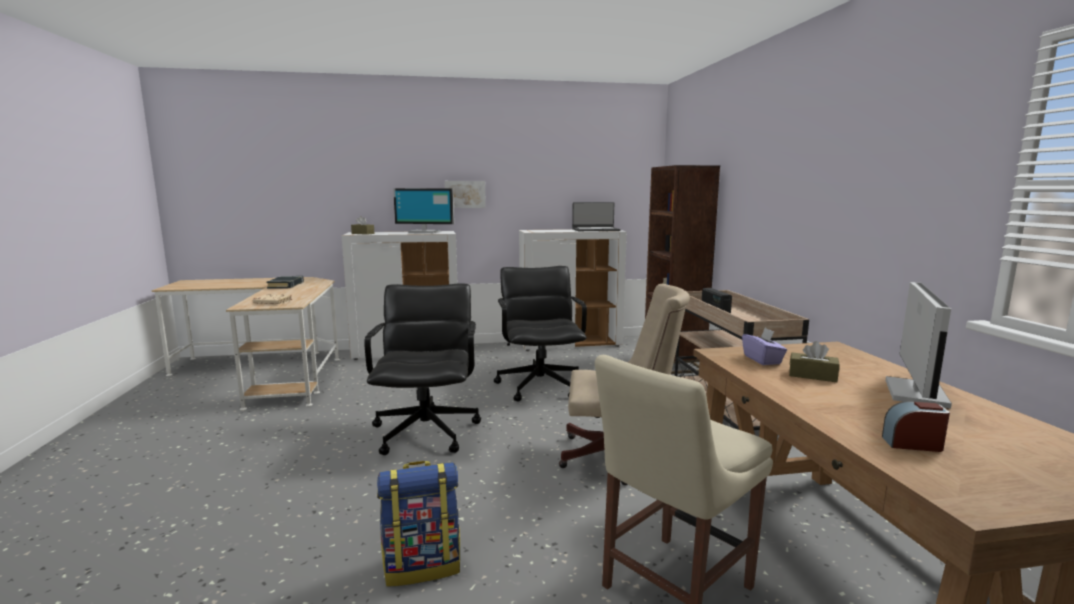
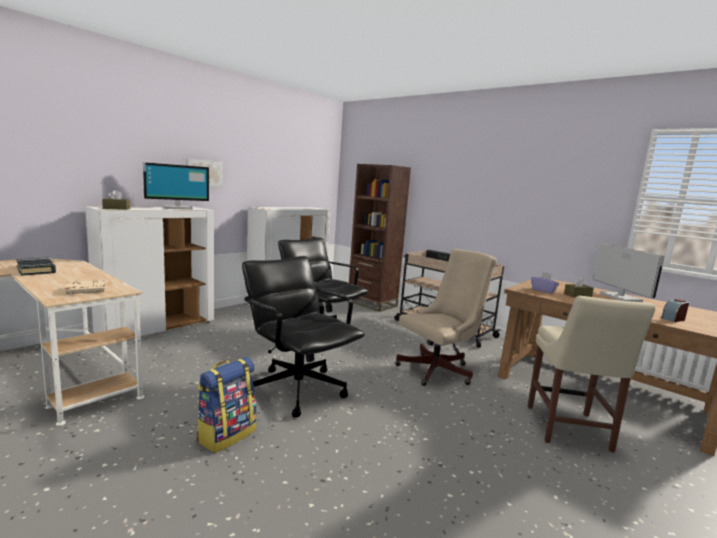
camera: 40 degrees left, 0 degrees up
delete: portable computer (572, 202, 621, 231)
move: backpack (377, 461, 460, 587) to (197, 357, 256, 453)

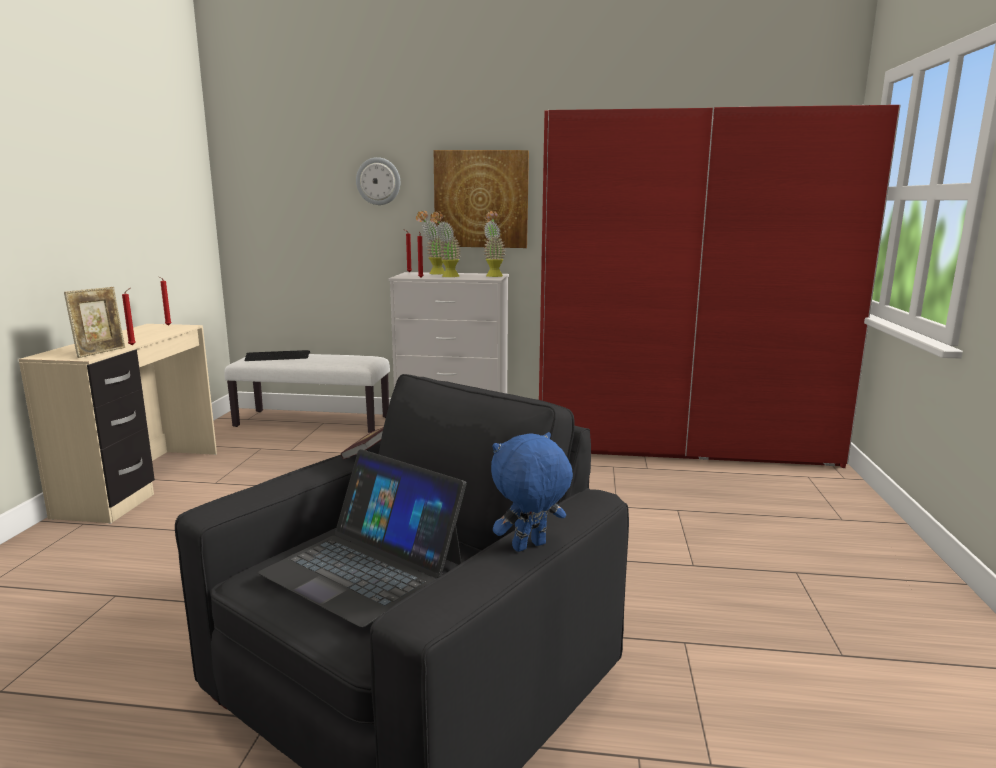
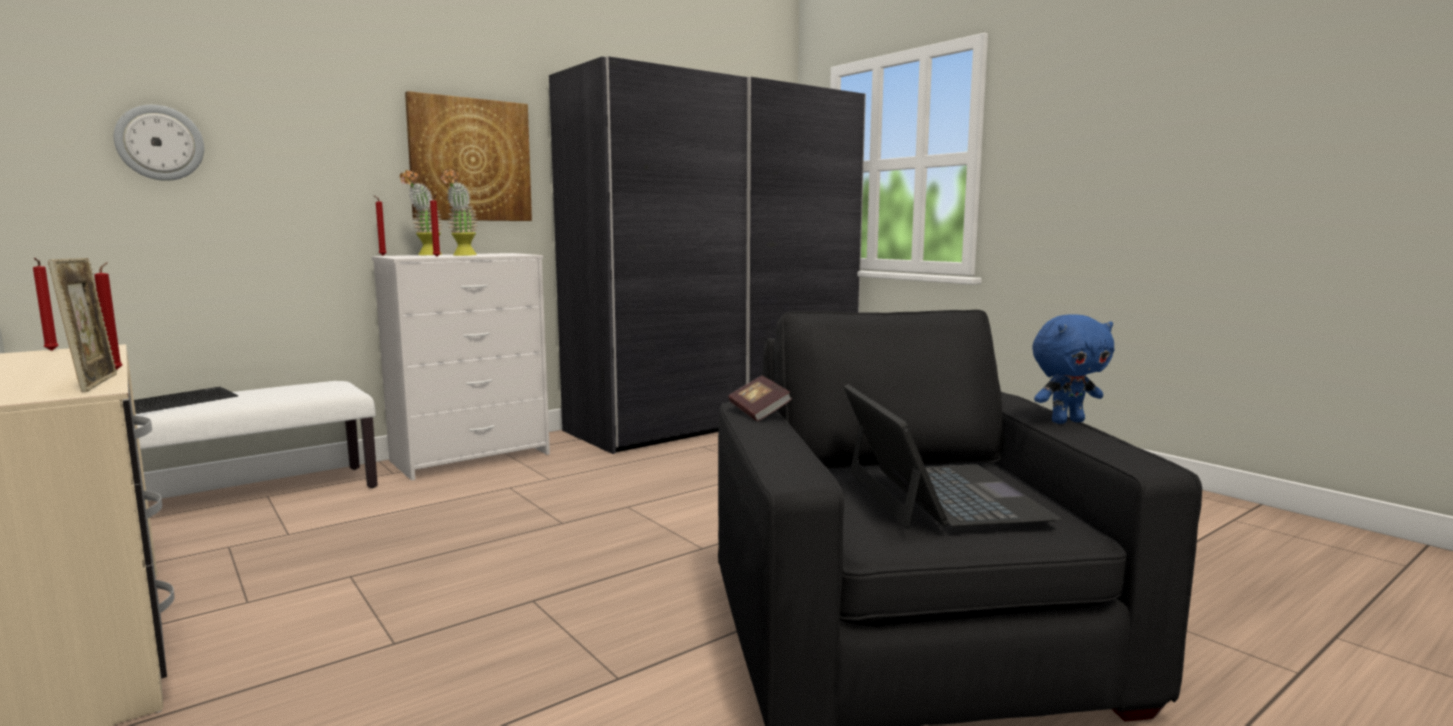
camera: 45 degrees left, 5 degrees down
delete: houseplant (484, 211, 505, 277)
move: hanging clock (356, 157, 400, 205) to (114, 105, 204, 181)
recolor: armoire (red-coloured) (539, 105, 901, 468) to armoire (grey) (549, 56, 866, 454)
rotate: portable computer (258, 449, 466, 628) = (844, 384, 1061, 529) 90 degrees counterclockwise; cuddly toy (bluish) (491, 432, 573, 552) = (1032, 314, 1114, 424) 120 degrees counterclockwise

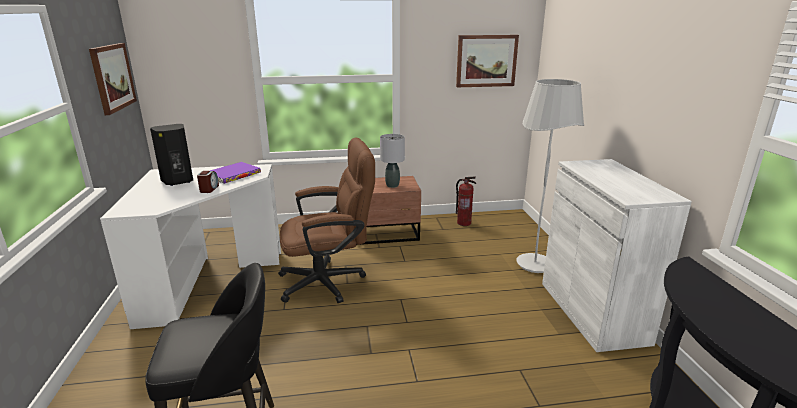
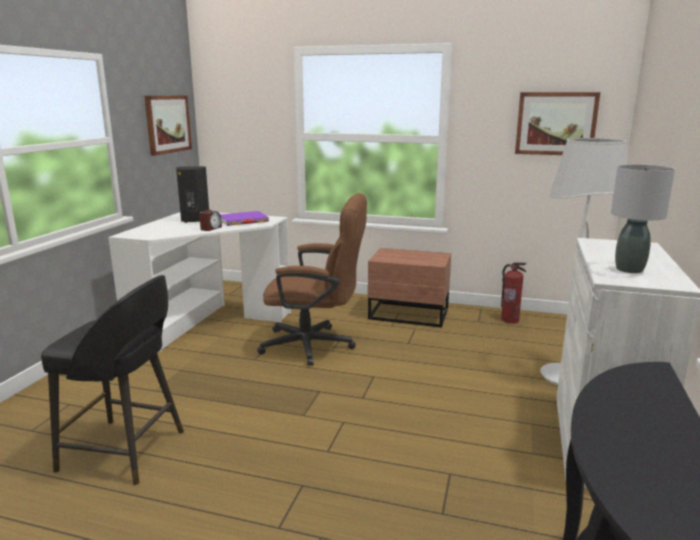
camera: 25 degrees right, 5 degrees down
move: lamp for a table (grey) (380, 134, 405, 188) to (611, 164, 675, 273)

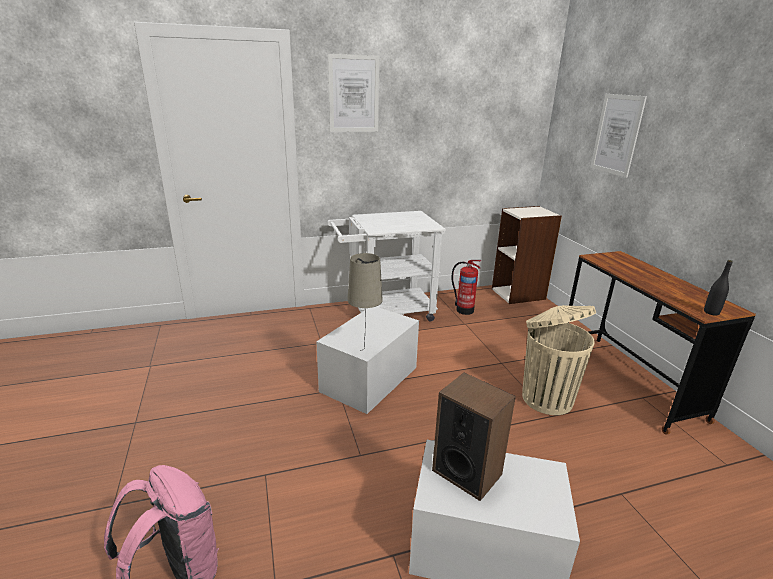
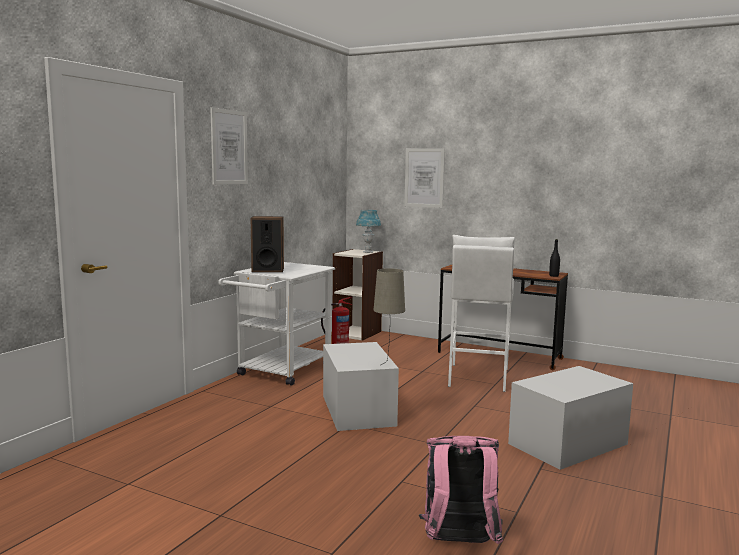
camera: 45 degrees left, 15 degrees down
insert: lamp for a table (bluish) (356, 210, 381, 253)
move: speaker (432, 373, 516, 501) to (251, 216, 284, 272)
replace: waste bin (sand-coloured) (522, 305, 596, 415) to stool (white) (448, 235, 515, 392)

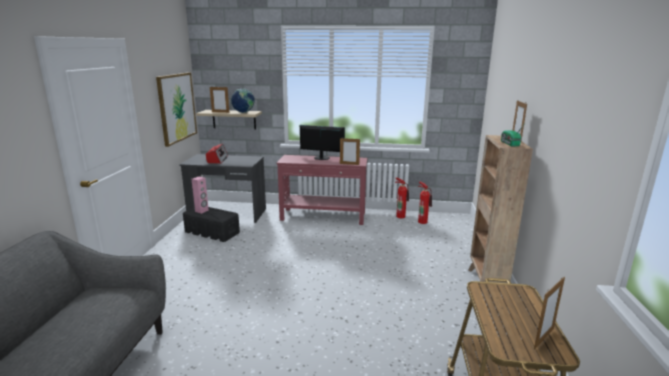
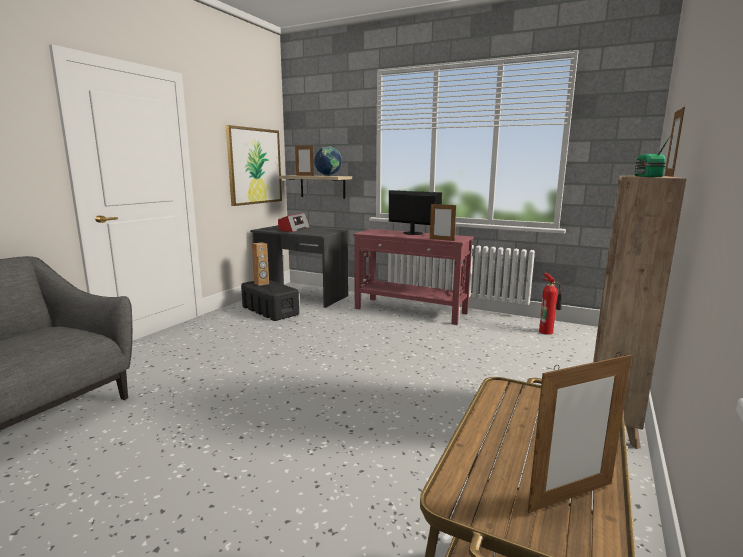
camera: 20 degrees right, 5 degrees down
delete: fire-fighting cylinder (395, 178, 409, 218)
recolor: speaker (pinkish) (192, 177, 209, 214) to speaker (brown-coloured) (252, 242, 269, 286)

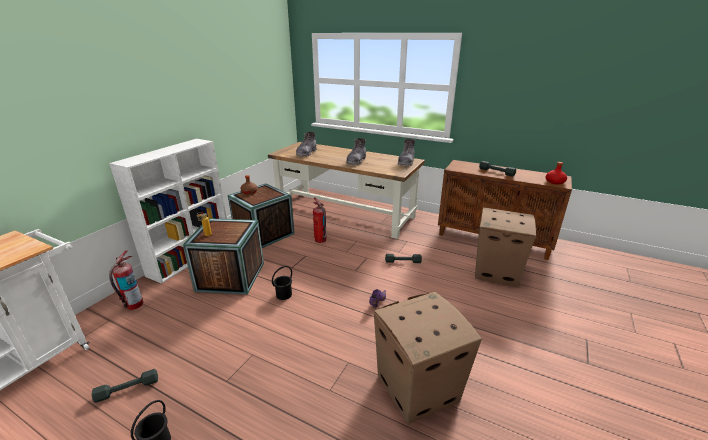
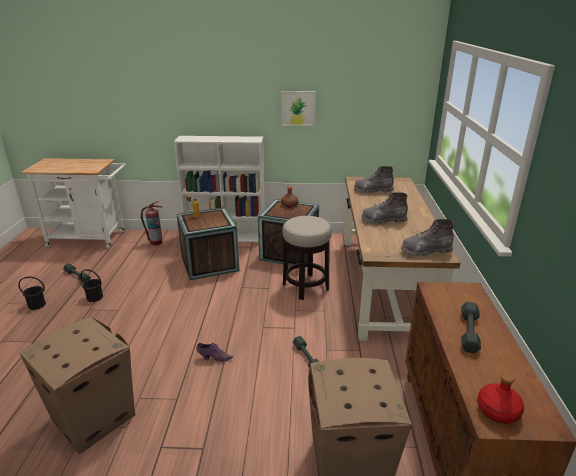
camera: 65 degrees right, 0 degrees up
insert: wall picture (281, 91, 316, 126)
move: bucket (blackish) (272, 266, 292, 300) to (80, 269, 103, 302)
replace: fire-fighting cylinder (313, 198, 326, 243) to stool (282, 216, 332, 300)

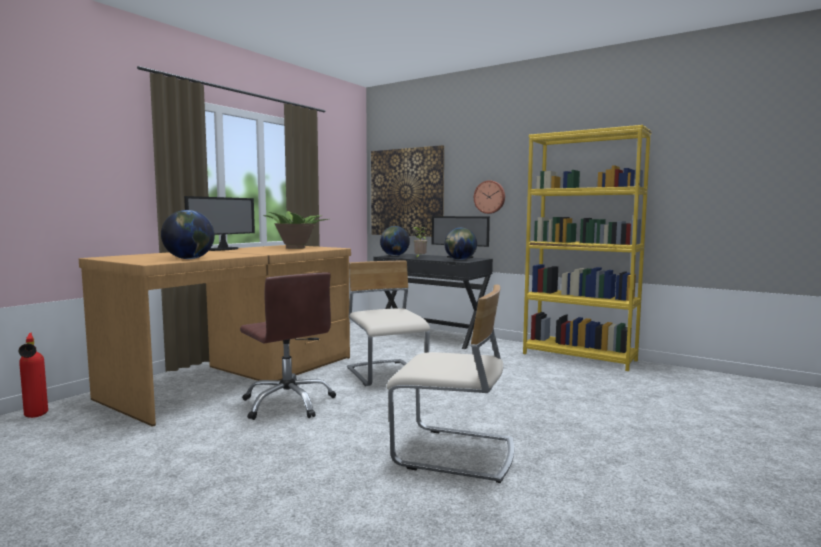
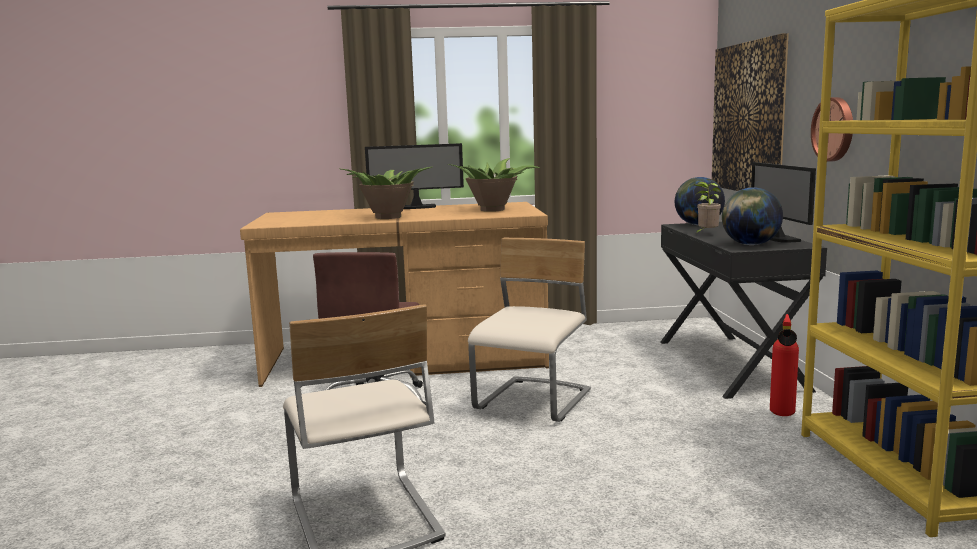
camera: 50 degrees right, 5 degrees up
delete: desk globe (161, 210, 215, 259)
insert: houseplant (341, 167, 432, 219)
move: fire-fighting cylinder (19, 333, 48, 418) to (770, 314, 799, 416)

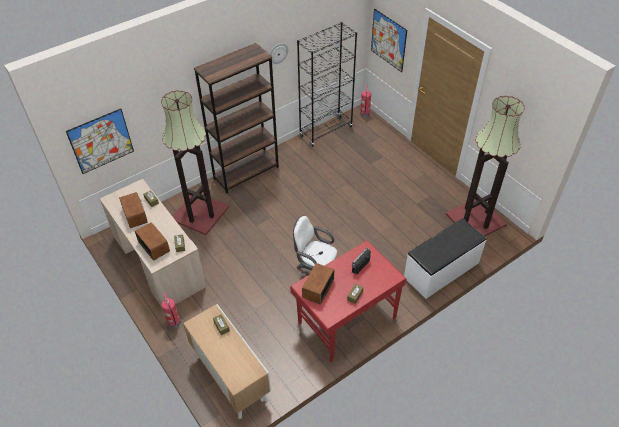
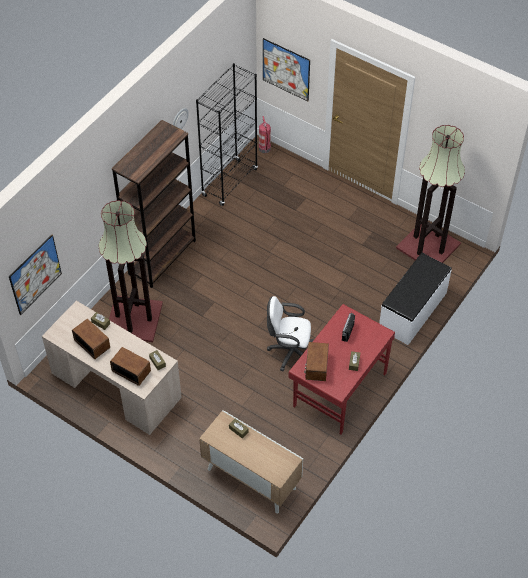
camera: 20 degrees left, 5 degrees up
delete: fire-fighting cylinder (161, 292, 181, 329)

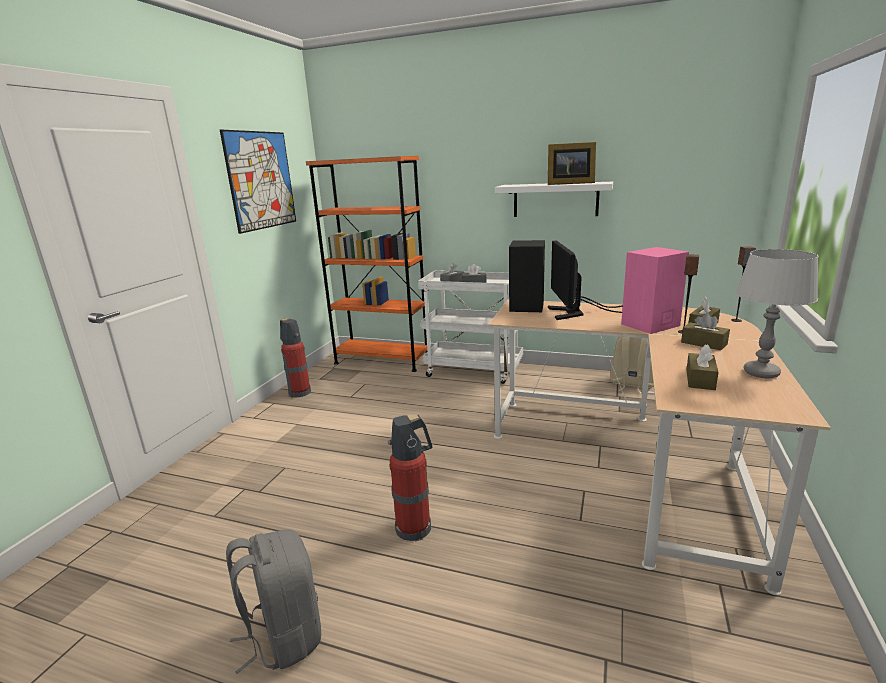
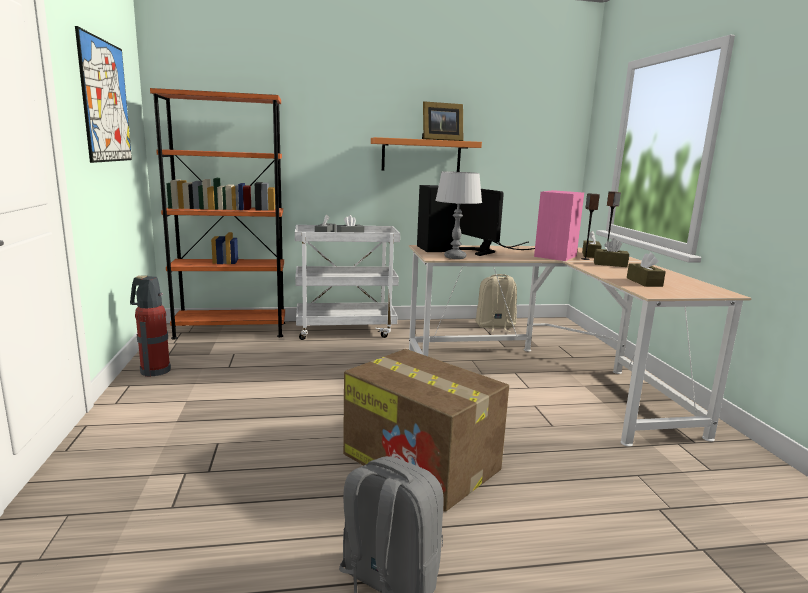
camera: 30 degrees left, 5 degrees down
move: lamp for a table (grey) (736, 249, 818, 378) to (435, 171, 482, 259)
replace: fire-fighting cylinder (388, 414, 432, 542) to cardboard box (343, 349, 509, 512)
recolor: shelf (white) (495, 182, 613, 217) to shelf (orangey) (371, 137, 482, 172)

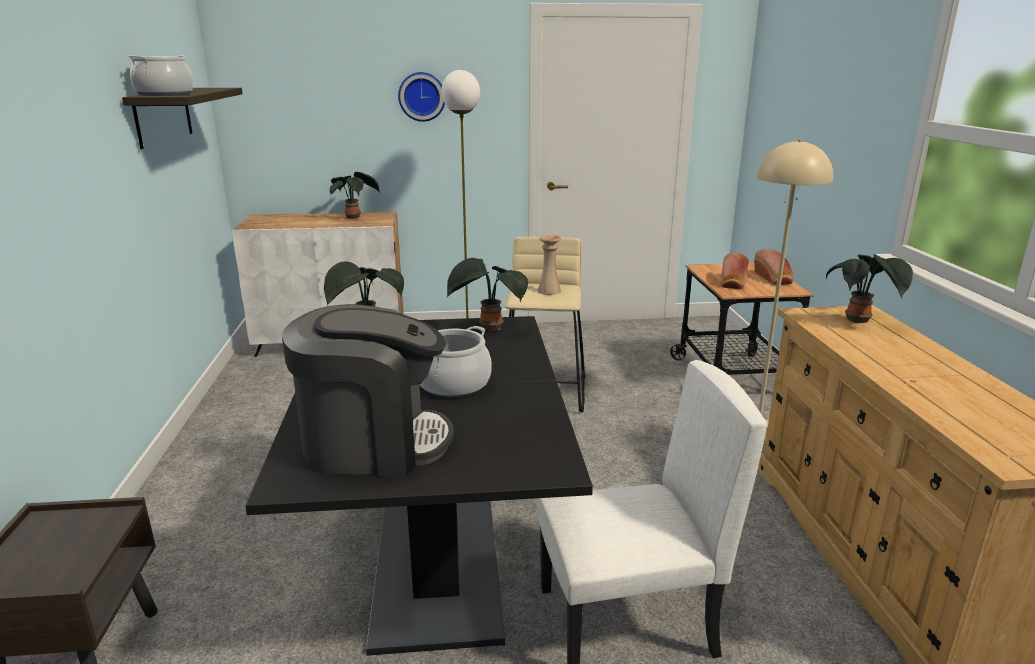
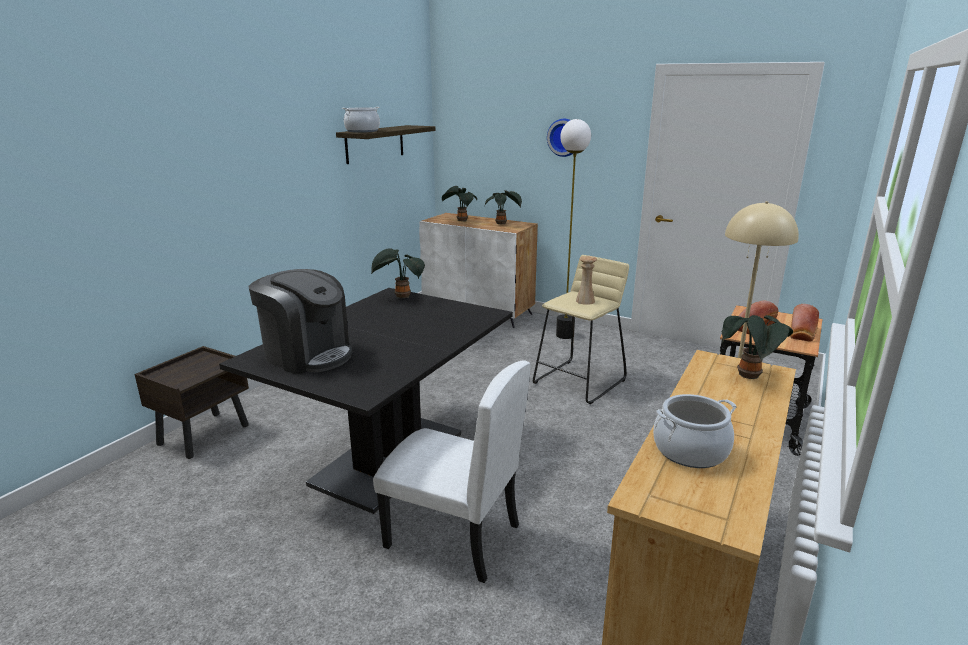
camera: 35 degrees right, 0 degrees up
move: saucepot (420, 326, 492, 397) to (653, 394, 737, 468); houseplant (447, 258, 528, 331) to (442, 186, 477, 222)

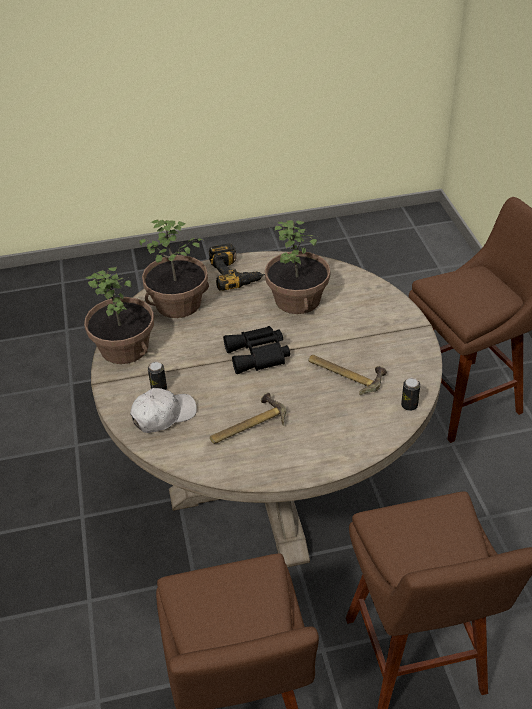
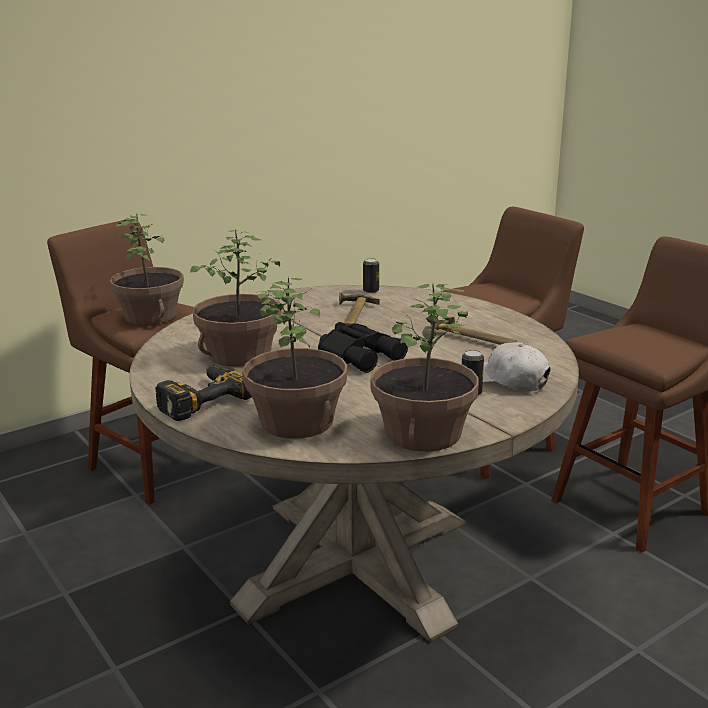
camera: 115 degrees left, 20 degrees down
insert: houseplant (110, 214, 184, 325)

